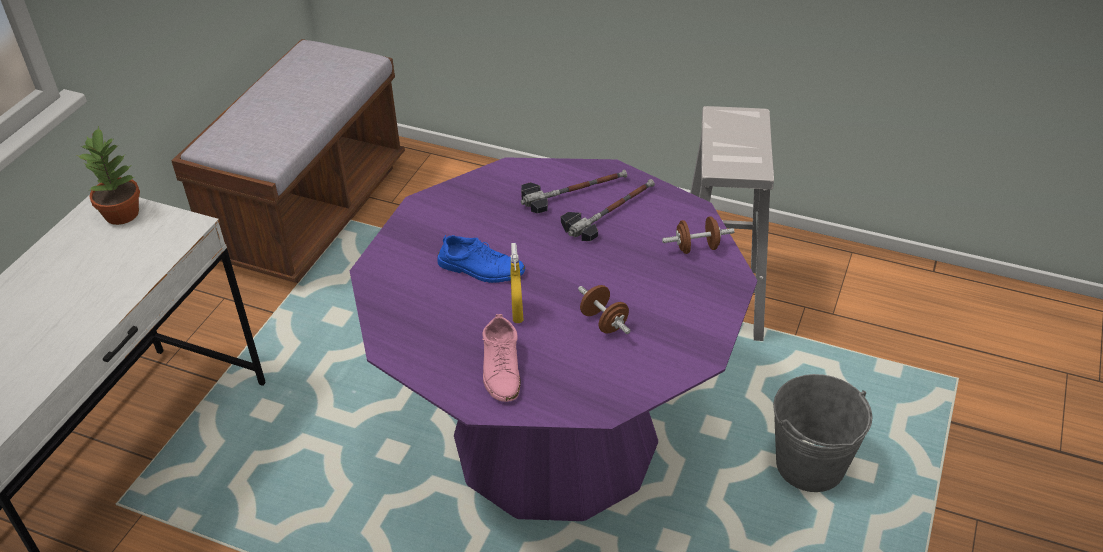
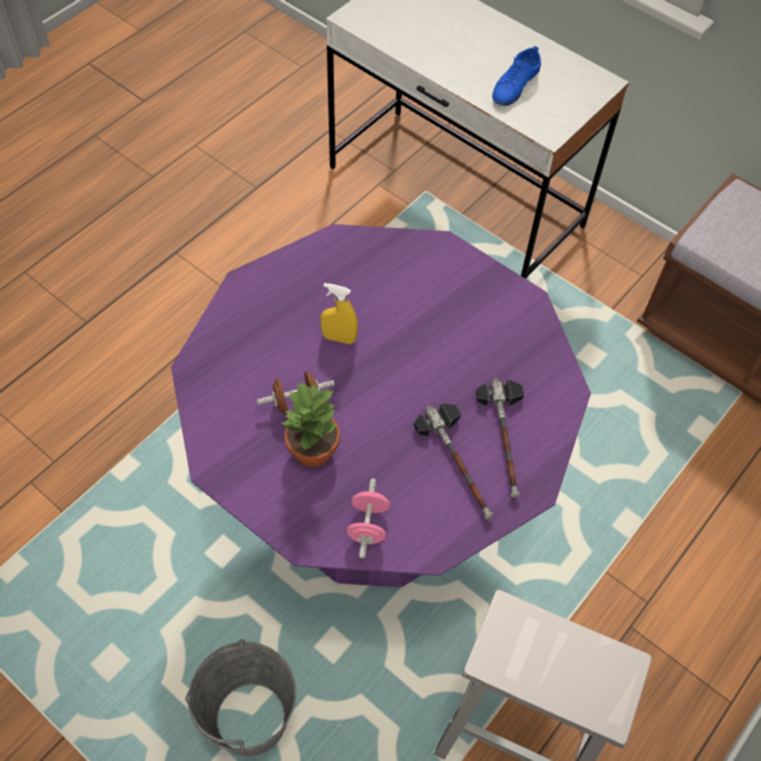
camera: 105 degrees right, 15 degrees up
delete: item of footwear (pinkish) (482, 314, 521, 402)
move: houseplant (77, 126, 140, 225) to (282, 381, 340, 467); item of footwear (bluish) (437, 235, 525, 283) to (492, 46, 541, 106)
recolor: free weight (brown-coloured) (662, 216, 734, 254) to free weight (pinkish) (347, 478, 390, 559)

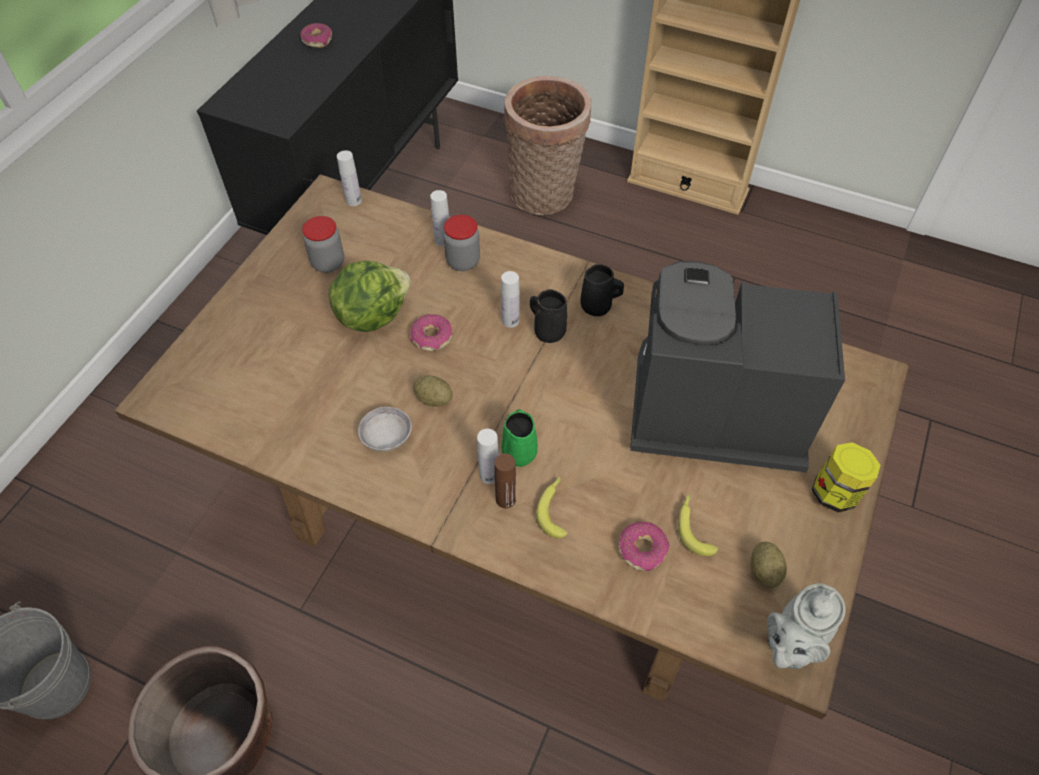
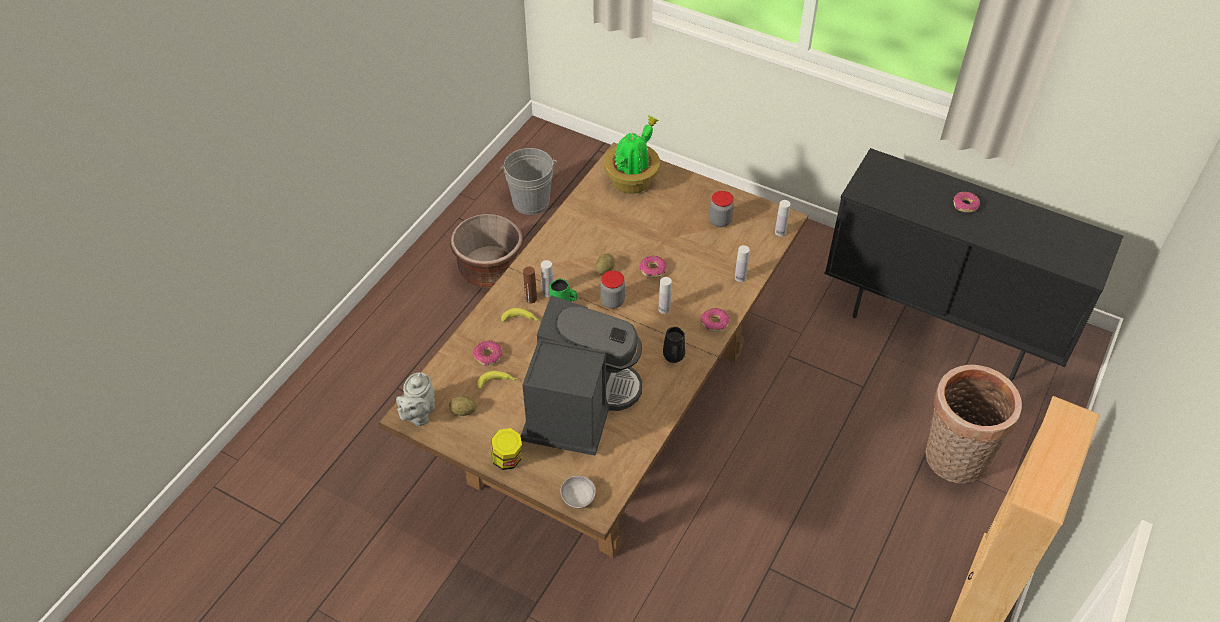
camera: 95 degrees right, 5 degrees down
delete: lettuce (328, 261, 411, 332); coffee mug (blackish) (530, 289, 567, 343)
insert: houseplant (604, 115, 660, 194); donut (701, 308, 730, 332)
move: bowl (grey) (358, 406, 412, 452) to (560, 476, 596, 509); storage jar (443, 215, 480, 271) to (600, 271, 625, 309)
rotate: pot for tea (grey) (767, 583, 846, 669) = (396, 372, 435, 426) 120 degrees counterclockwise

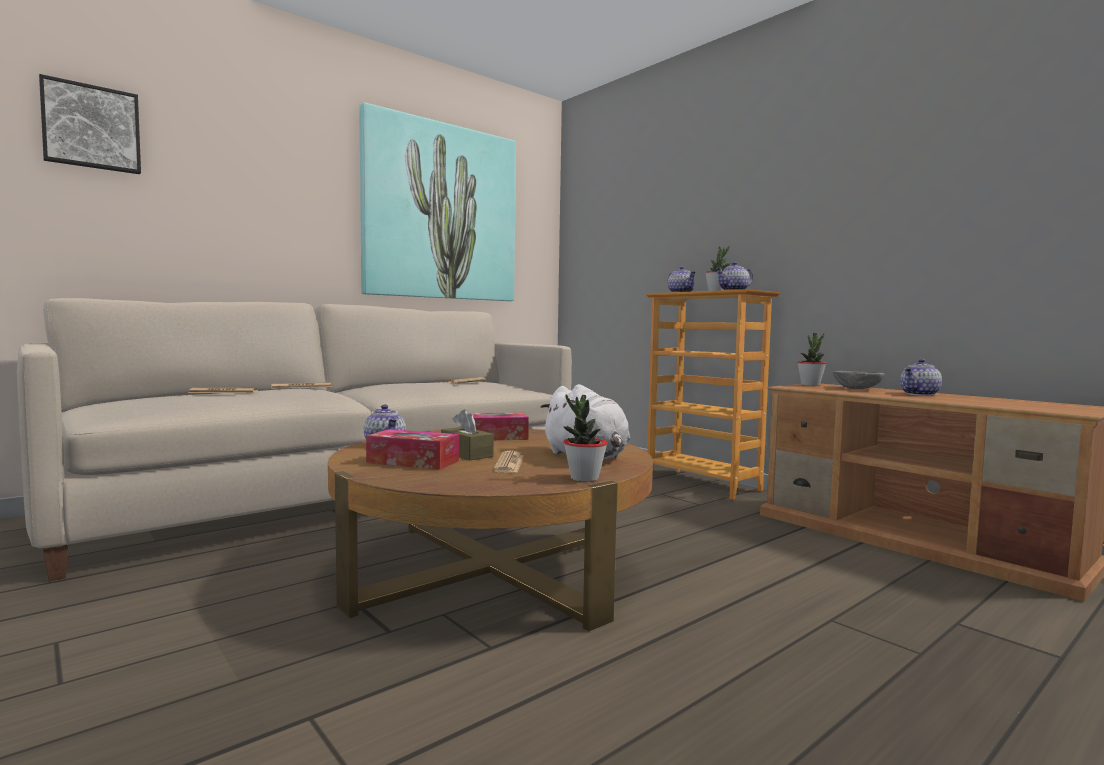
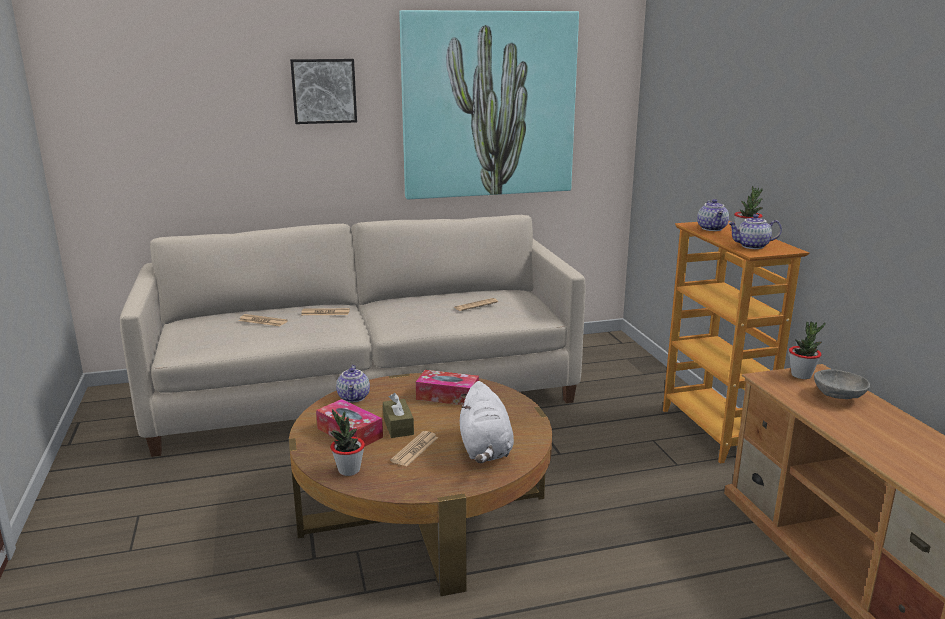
camera: 25 degrees right, 15 degrees up
delete: pot for tea (900, 359, 942, 396)
move: wall picture (39, 74, 141, 174) to (290, 59, 357, 124); houseplant (564, 394, 607, 482) to (330, 409, 365, 476)

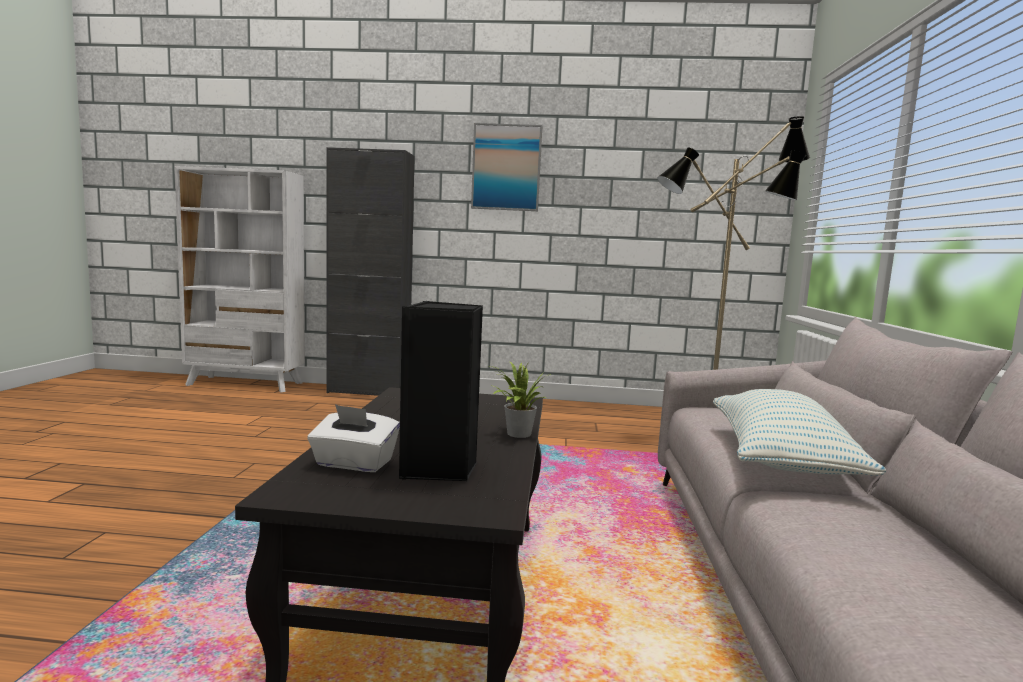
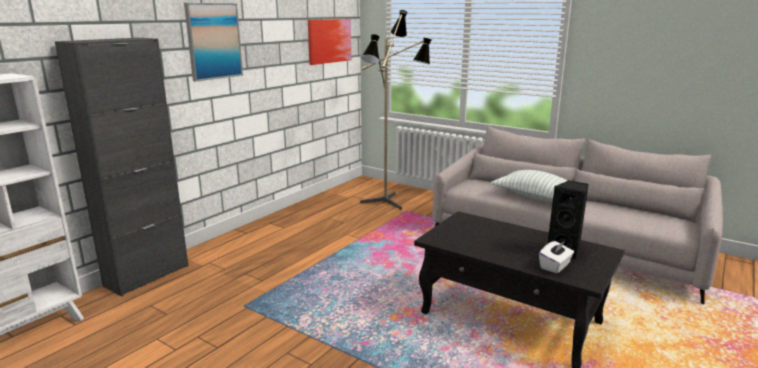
camera: 60 degrees left, 10 degrees up
delete: houseplant (490, 361, 551, 438)
insert: wall picture (308, 19, 351, 65)

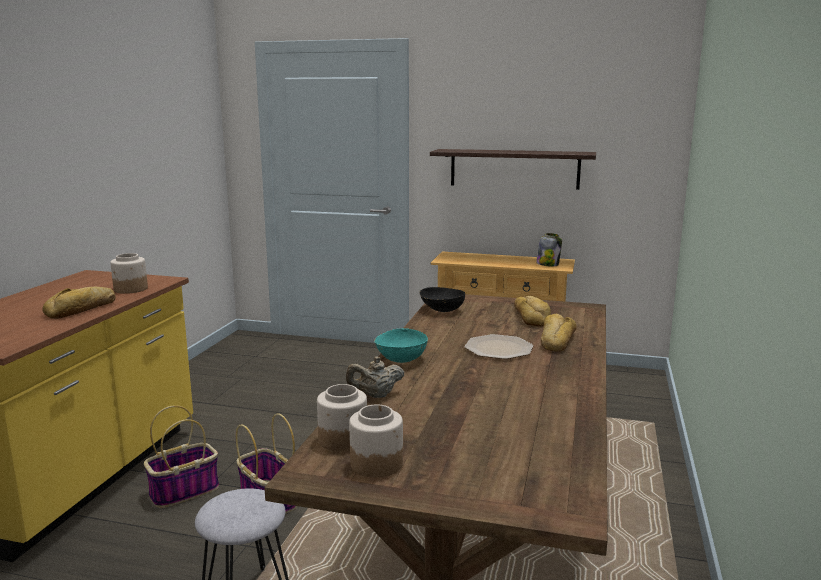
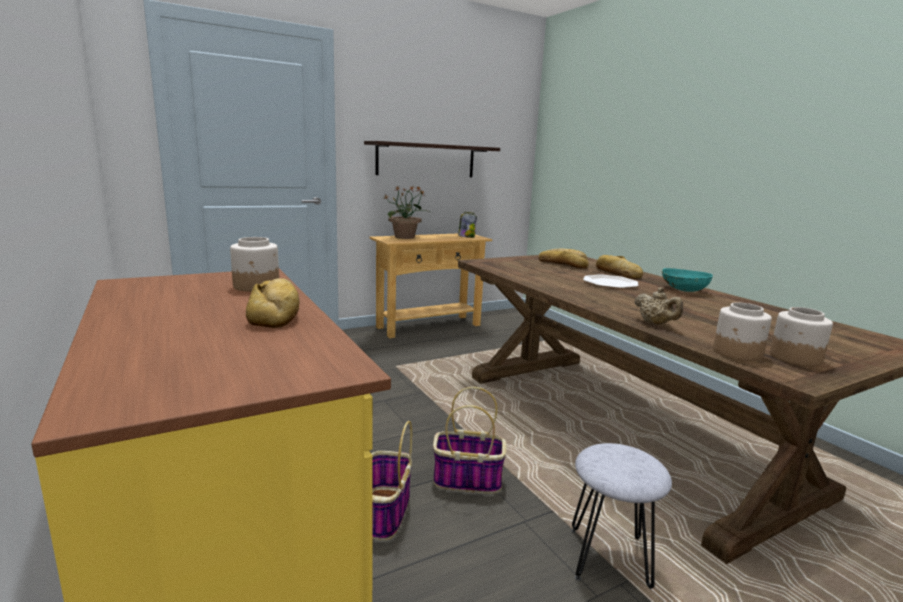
camera: 45 degrees left, 0 degrees up
delete: bowl (blackish) (419, 287, 465, 312)
insert: houseplant (383, 186, 430, 239)
move: bowl (turquoise-coloured) (374, 328, 428, 363) to (662, 268, 713, 292)
rotate: pot for tea (sand-coloured) (346, 357, 404, 398) = (634, 287, 683, 325) 60 degrees counterclockwise

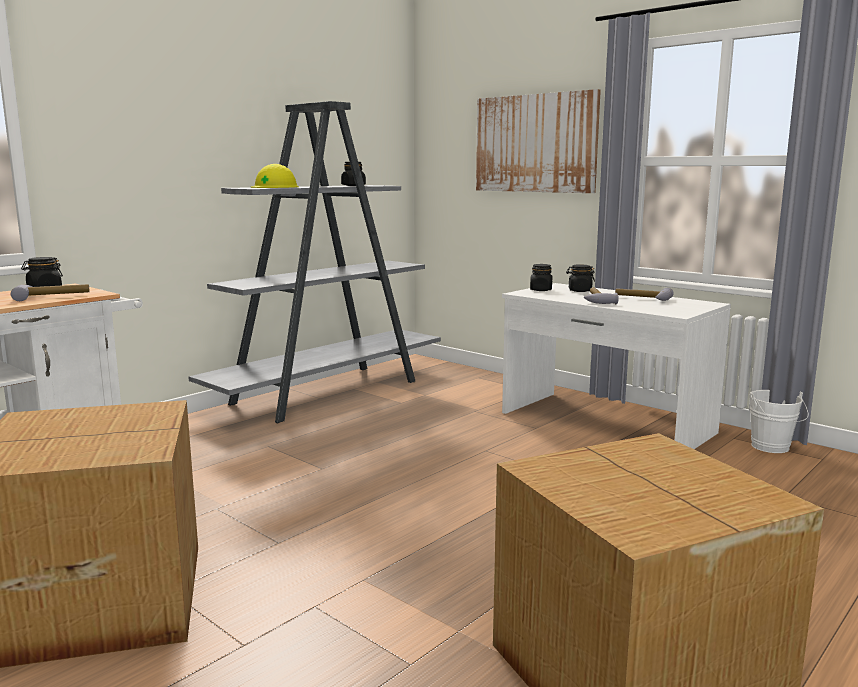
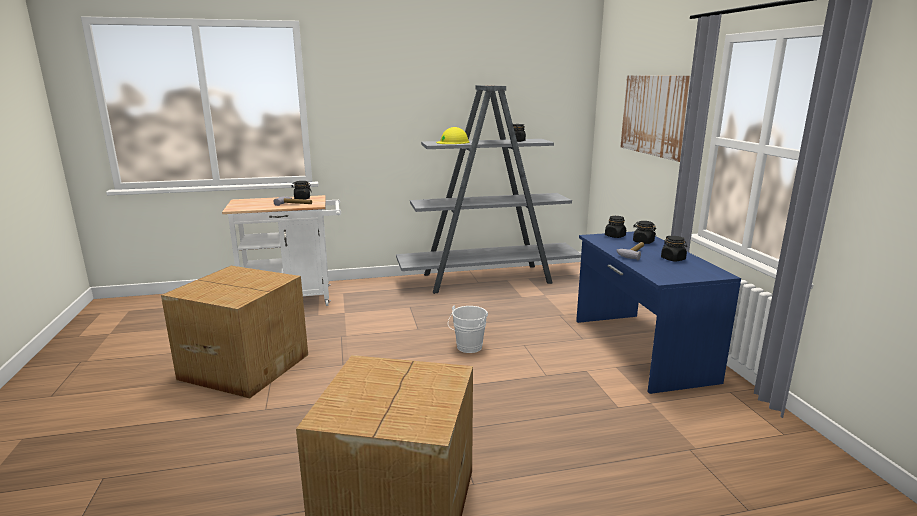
camera: 35 degrees right, 5 degrees up
move: bucket (white) (749, 390, 809, 453) to (448, 305, 488, 353)
replace: hand hammer (615, 288, 674, 301) to storage jar (blackish) (661, 236, 687, 262)
recolor: desk unit (white) (502, 283, 731, 449) to desk unit (bluish) (576, 231, 741, 394)

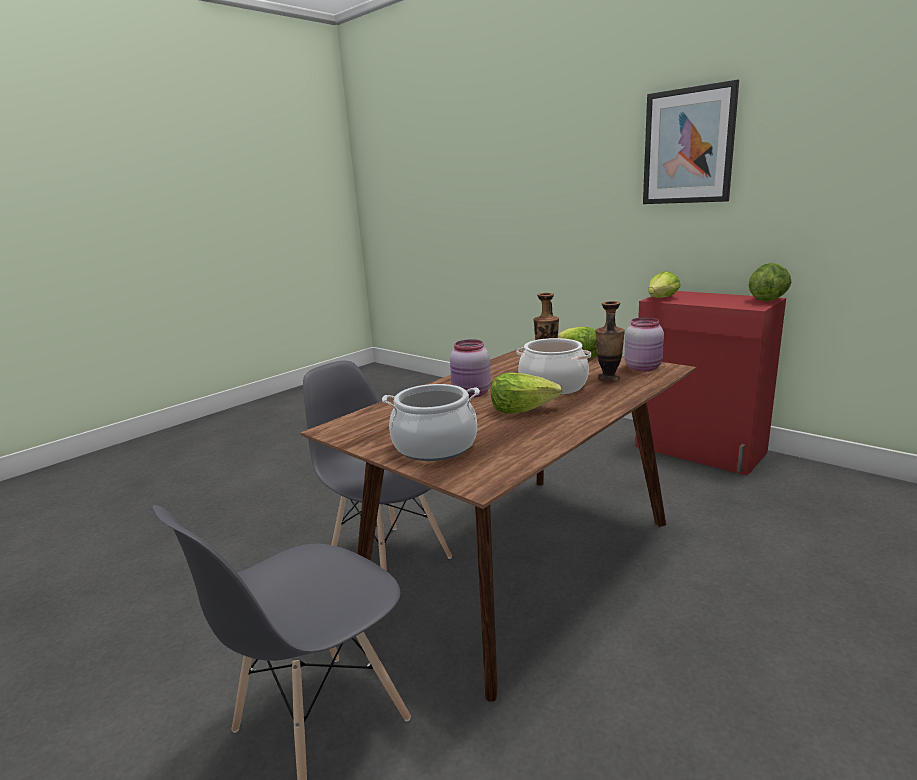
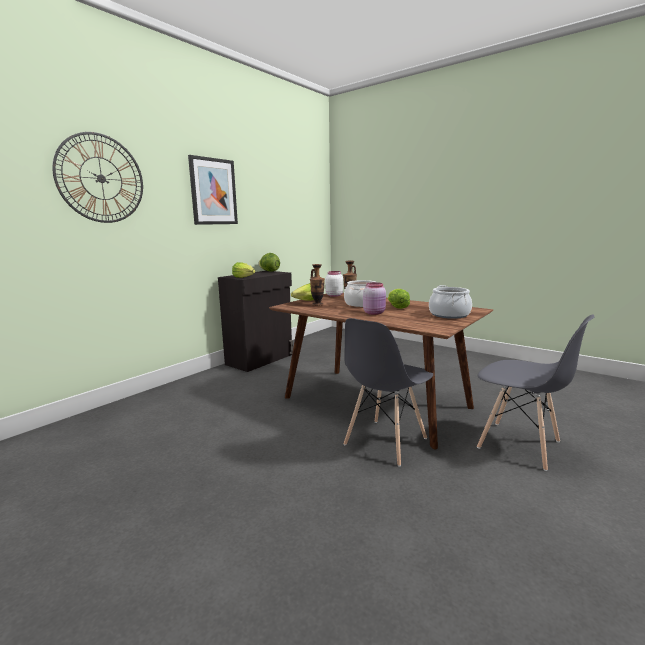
camera: 95 degrees left, 5 degrees down
insert: hanging clock (52, 132, 143, 223)
recolor: storage jar (pinkish) (624, 317, 664, 372) to storage jar (white) (325, 271, 343, 297); cabinet (red-coloured) (635, 291, 786, 475) to cabinet (blackish) (218, 271, 293, 372)

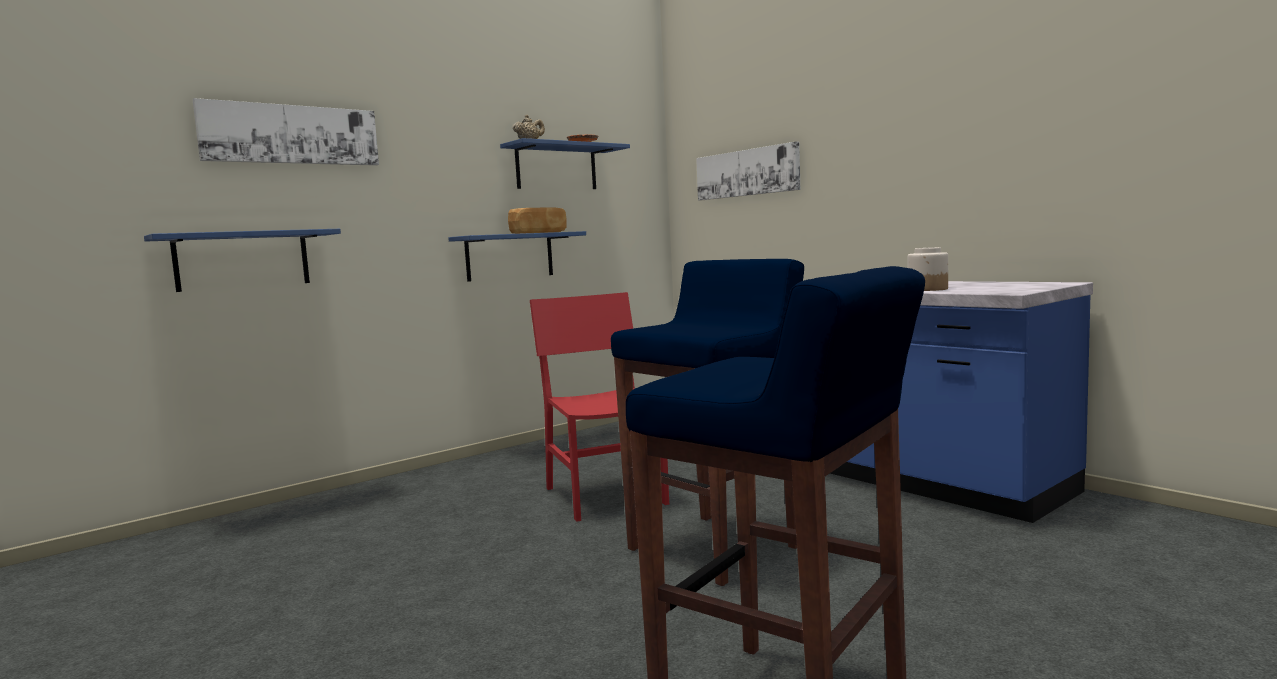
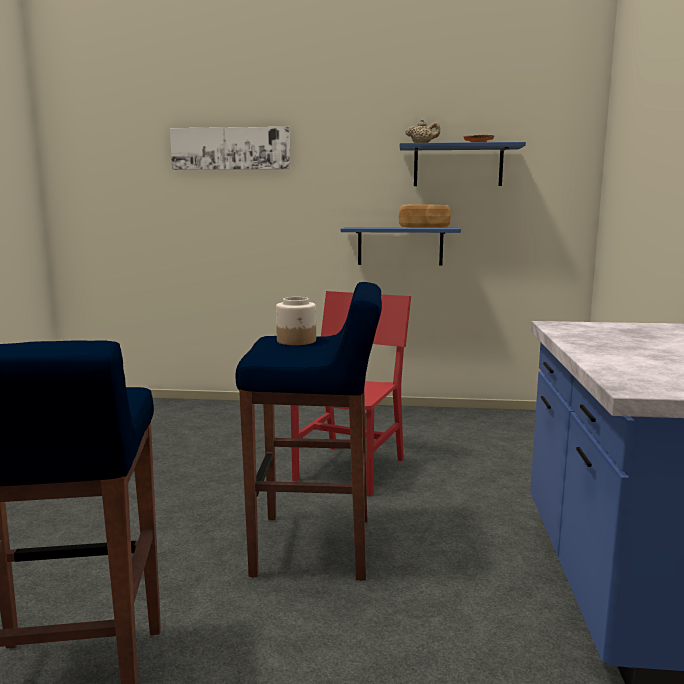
camera: 45 degrees right, 5 degrees up
delete: shelf (bluish) (144, 229, 341, 292); wall picture (696, 141, 800, 200)
move: storage jar (908, 247, 948, 291) to (276, 297, 316, 345)

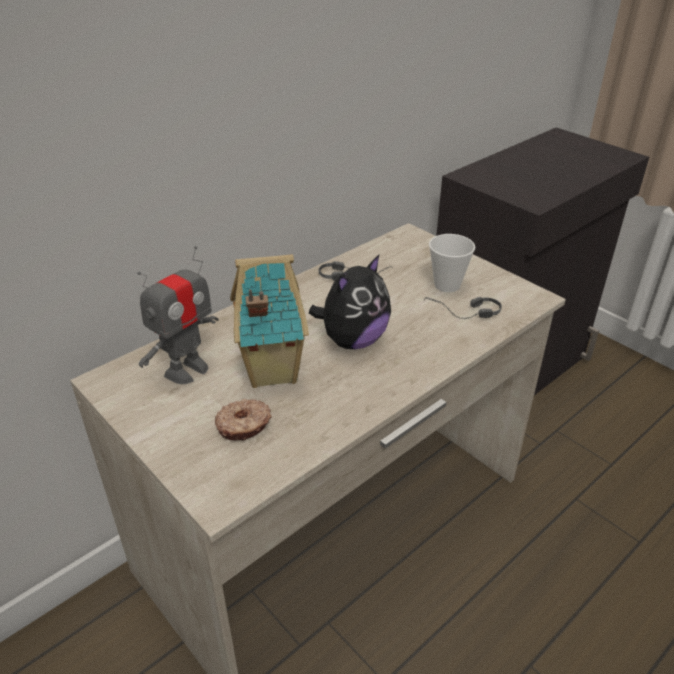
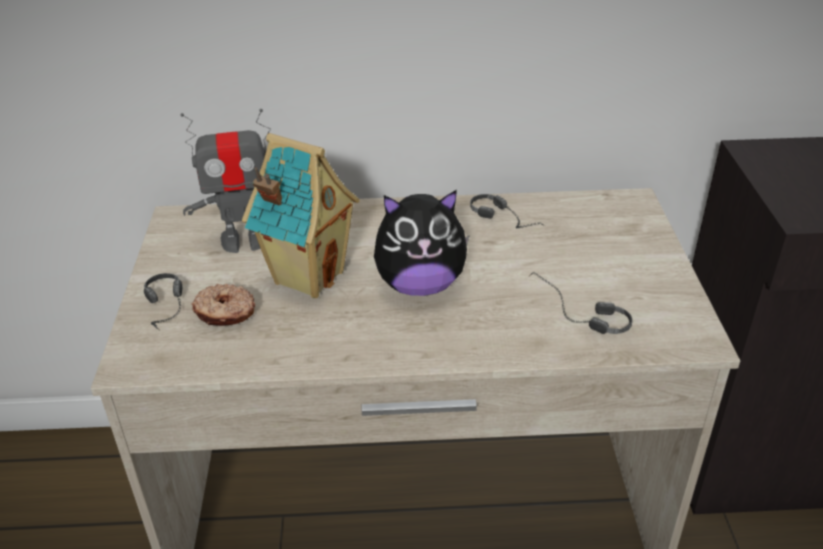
camera: 40 degrees right, 0 degrees up
delete: drinking cup (429, 234, 475, 292)
insert: headset (144, 273, 182, 331)

